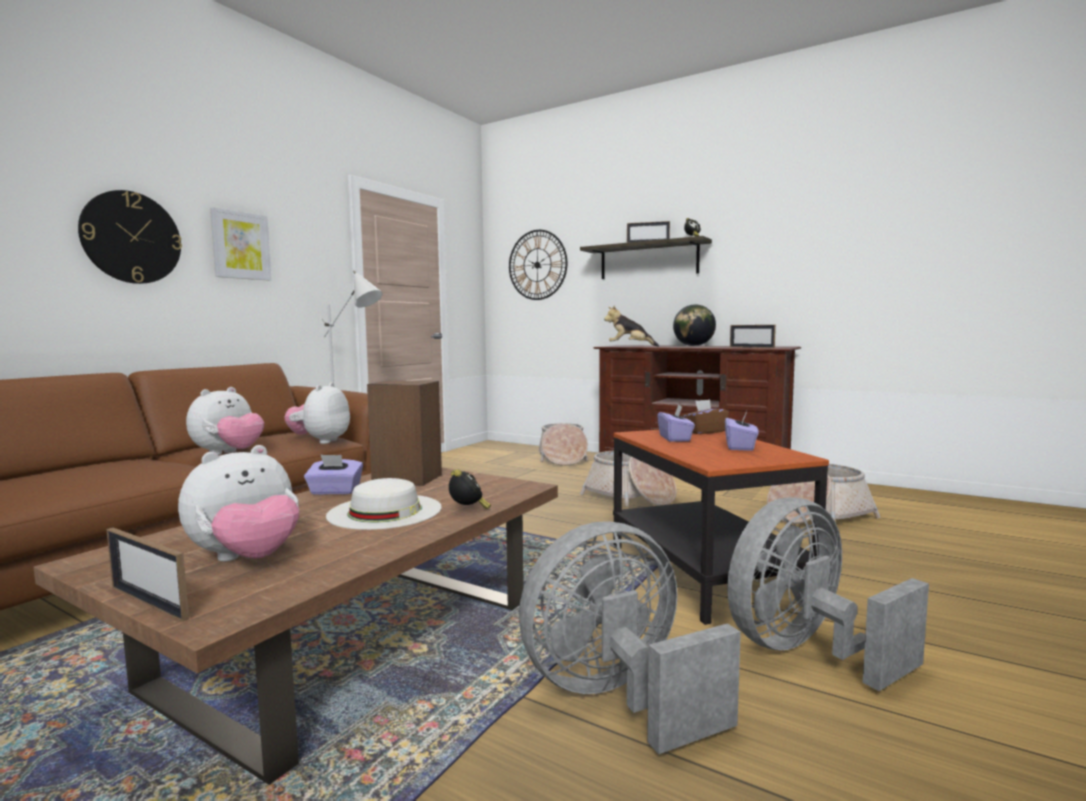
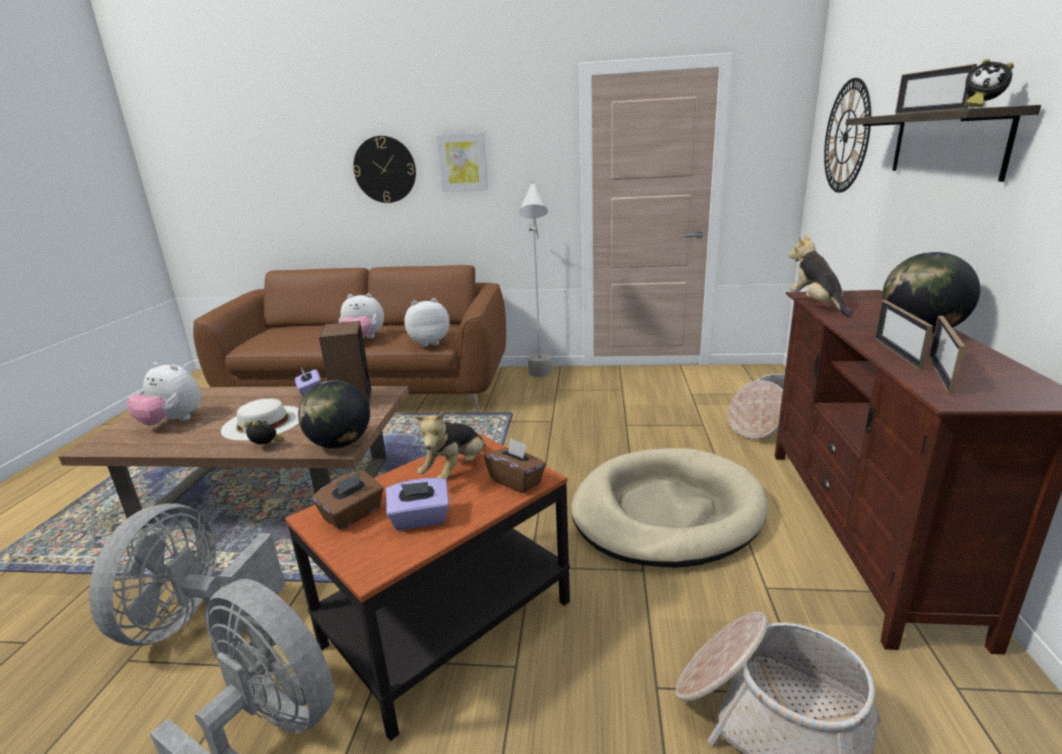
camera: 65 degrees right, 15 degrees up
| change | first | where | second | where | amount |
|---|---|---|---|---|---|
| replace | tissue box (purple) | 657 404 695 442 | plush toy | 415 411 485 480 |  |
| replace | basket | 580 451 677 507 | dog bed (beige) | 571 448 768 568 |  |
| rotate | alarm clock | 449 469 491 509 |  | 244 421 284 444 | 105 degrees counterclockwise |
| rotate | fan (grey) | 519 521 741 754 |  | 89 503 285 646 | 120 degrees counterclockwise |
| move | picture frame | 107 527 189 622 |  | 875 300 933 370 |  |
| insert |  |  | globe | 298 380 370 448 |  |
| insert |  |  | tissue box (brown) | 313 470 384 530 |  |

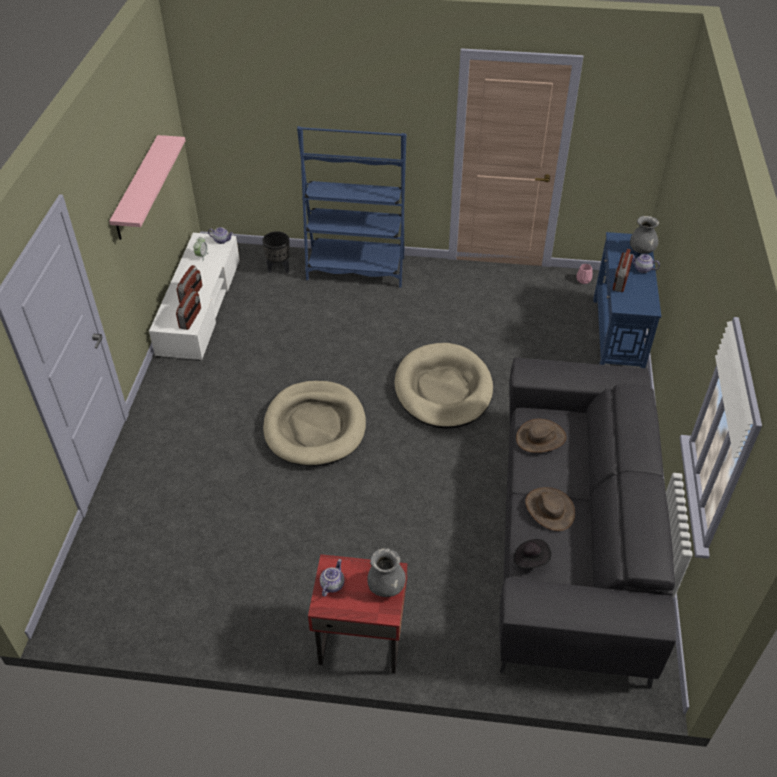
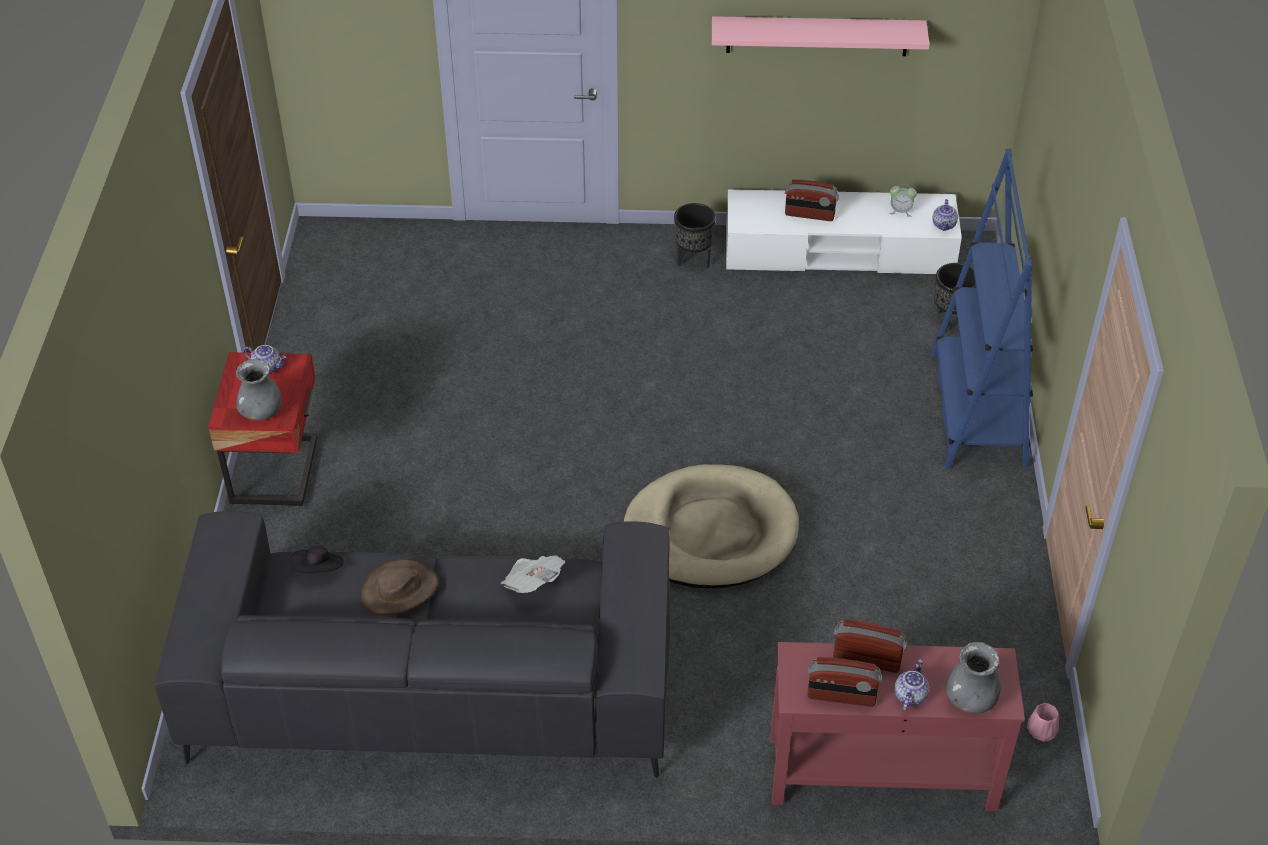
camera: 85 degrees right, 0 degrees up
| change | first | where | second | where | amount |
|---|---|---|---|---|---|
| recolor | console table (blue) | 593 232 661 368 | console table (red) | 770 642 1025 811 |  |
| move | radio | 176 288 201 330 |  | 807 657 882 707 |  |
| delete | dog bed (beige) | 263 381 366 467 |  |  |  |
| replace | hat (brown) | 516 419 567 453 | newspaper | 500 555 565 593 |  |
| insert |  |  | planter (black) | 674 203 716 268 |  |

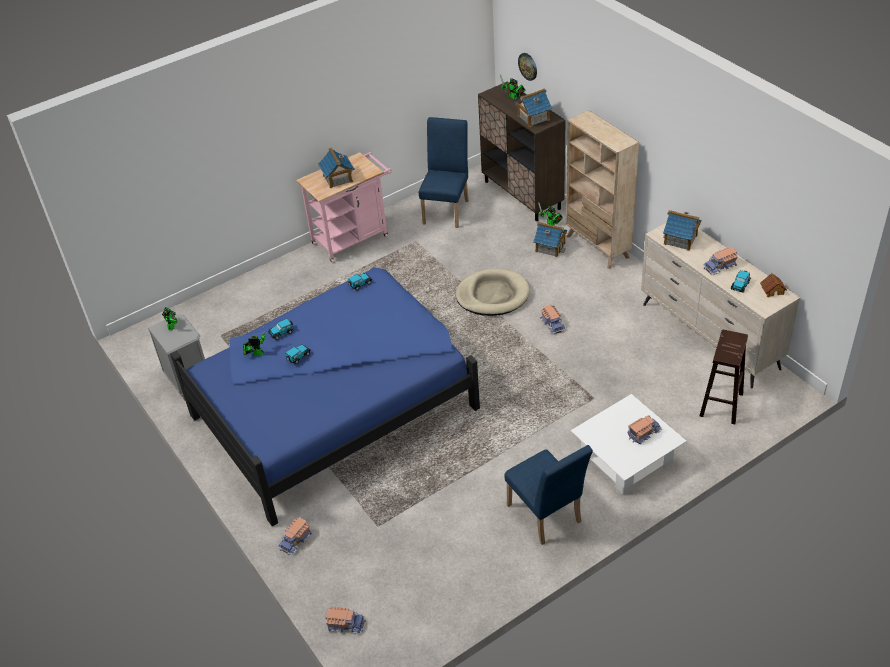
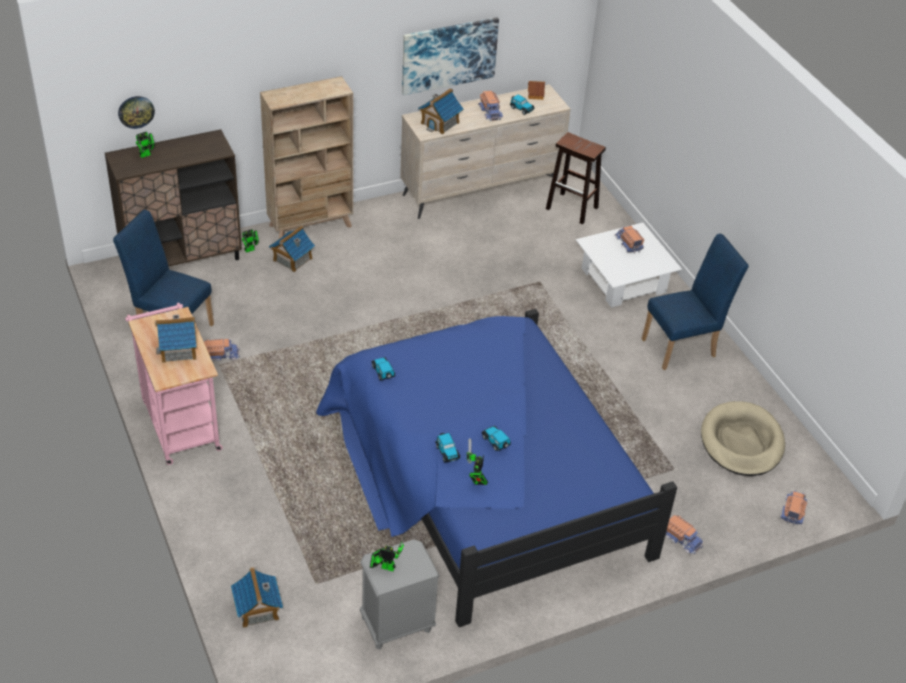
camera: 85 degrees left, 0 degrees up
| change | first | where | second | where | amount |
|---|---|---|---|---|---|
| move | toy house | 515 88 552 127 |  | 231 567 283 628 |  |
| move | dog bed (beige) | 456 269 530 316 |  | 701 401 785 476 |  |
| move | toy truck | 540 304 566 335 |  | 204 339 240 361 |  |
| insert |  |  | picture | 402 17 499 95 |  |

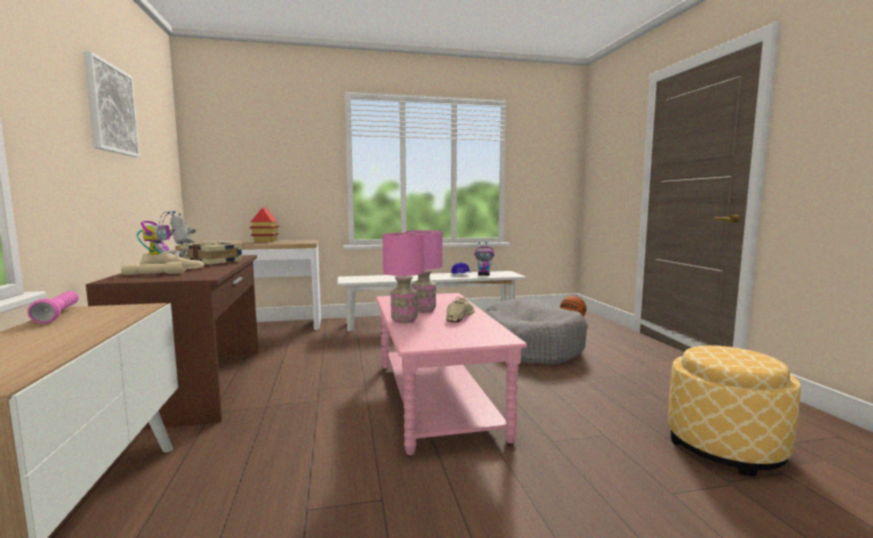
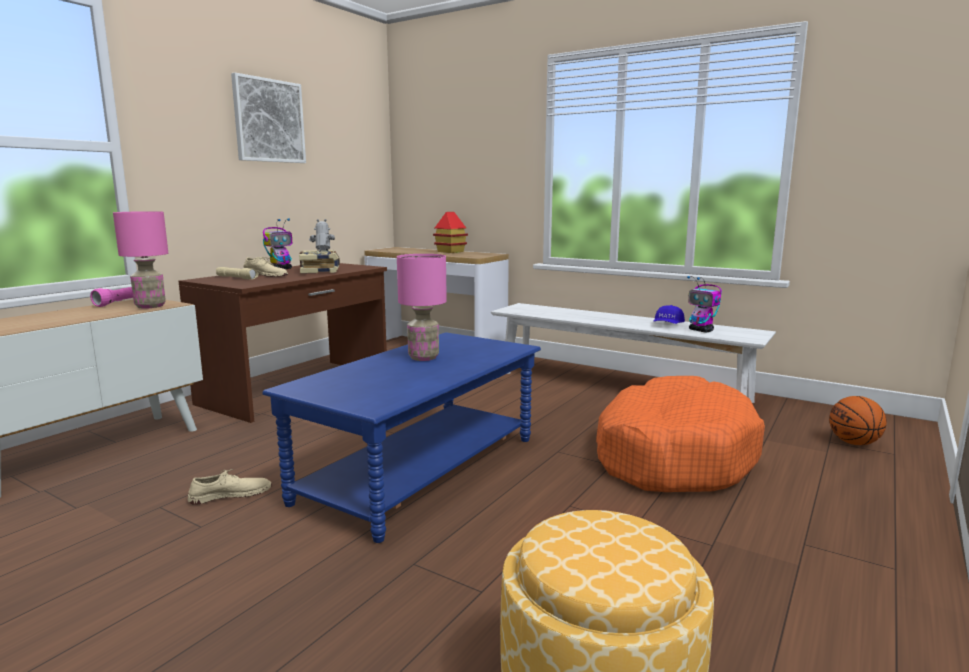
camera: 45 degrees right, 5 degrees up
| change | first | where | second | where | amount |
|---|---|---|---|---|---|
| move | table lamp (pink) | 383 233 424 323 |  | 113 211 168 309 |  |
| recolor | coffee table (pink) | 375 293 527 455 | coffee table (blue) | 262 333 541 543 |  |
| move | shoe (beige) | 446 297 475 322 |  | 188 469 272 505 |  |
| recolor | dog bed (grey) | 485 299 587 365 | dog bed (orange) | 596 376 765 492 |  |

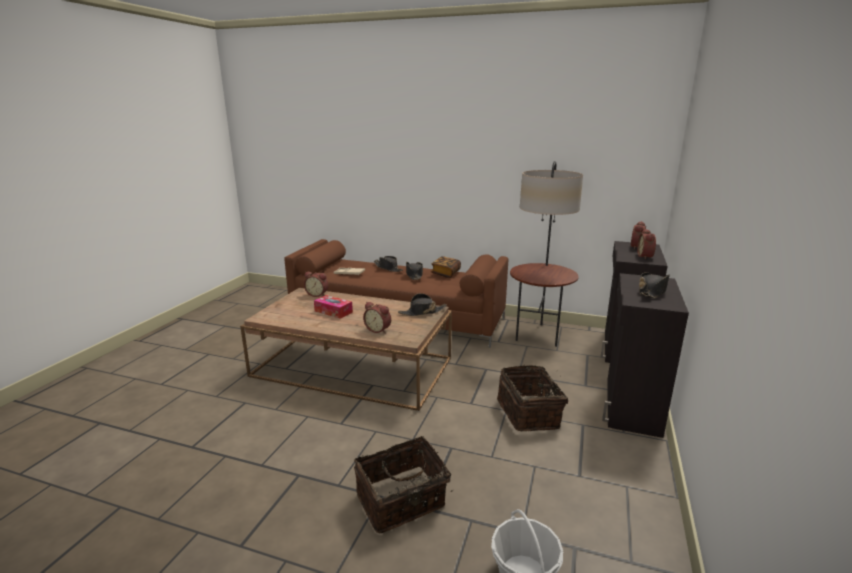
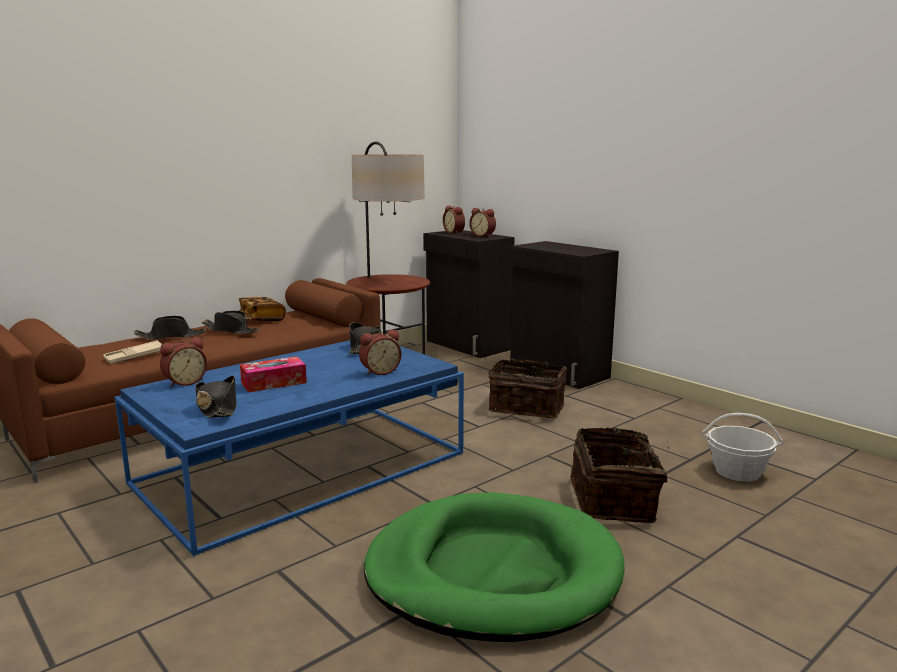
camera: 60 degrees left, 5 degrees down
| change | first | where | second | where | amount |
|---|---|---|---|---|---|
| move | hat (black) | 639 272 670 298 |  | 195 375 237 418 |  |
| recolor | coffee table (brown) | 240 288 452 411 | coffee table (blue) | 115 340 464 557 |  |
| insert |  |  | dog bed (green) | 364 492 624 642 |  |

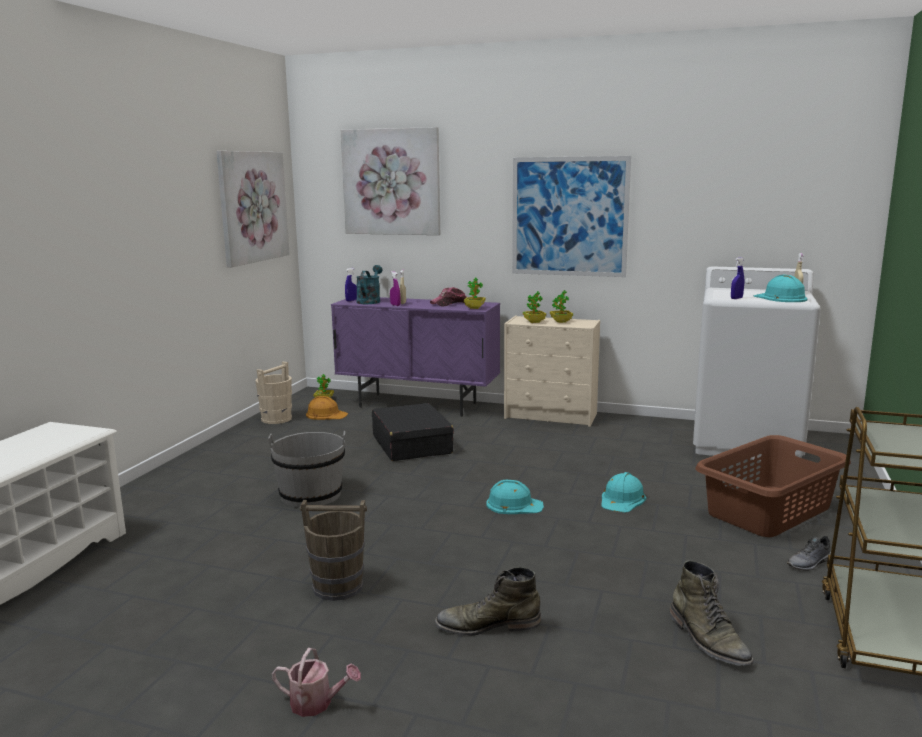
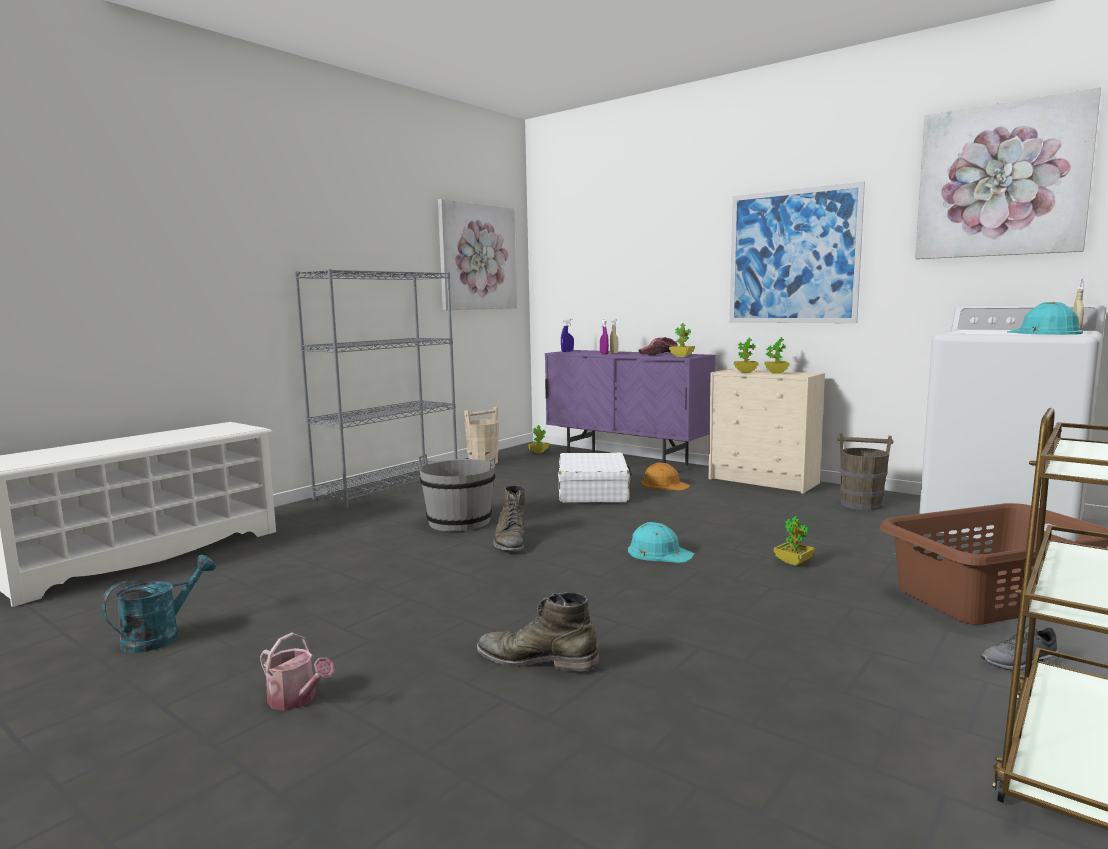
camera: 20 degrees right, 5 degrees down
| change | first | where | second | where | amount |
|---|---|---|---|---|---|
| move | picture | 341 127 440 235 |  | 915 87 1101 259 |  |
| delete | spray bottle (blue) | 731 257 744 299 |  |  |  |
| move | watering can (turquoise) | 356 265 383 304 |  | 101 555 216 653 |  |
| move | hard hat (orange) | 306 396 348 420 |  | 642 463 690 490 |  |
| recolor | suitcase (black) | 372 403 454 461 | suitcase (white) | 558 452 632 503 |  |
| replace | hard hat (turquoise) | 601 472 646 513 | potted plant | 774 516 815 566 |  |
| move | bucket (brown) | 300 500 367 601 |  | 838 433 893 510 |  |
| move | boot (green) | 669 561 753 666 |  | 493 485 525 552 |  |
| insert |  |  | bookcase (grey) | 294 269 457 509 |  |

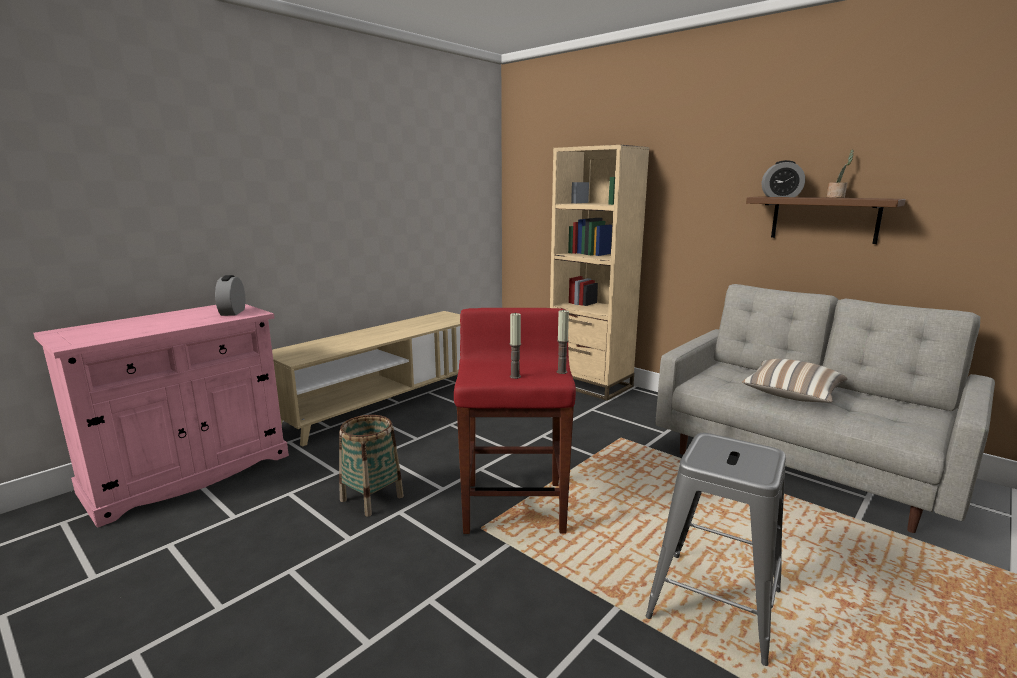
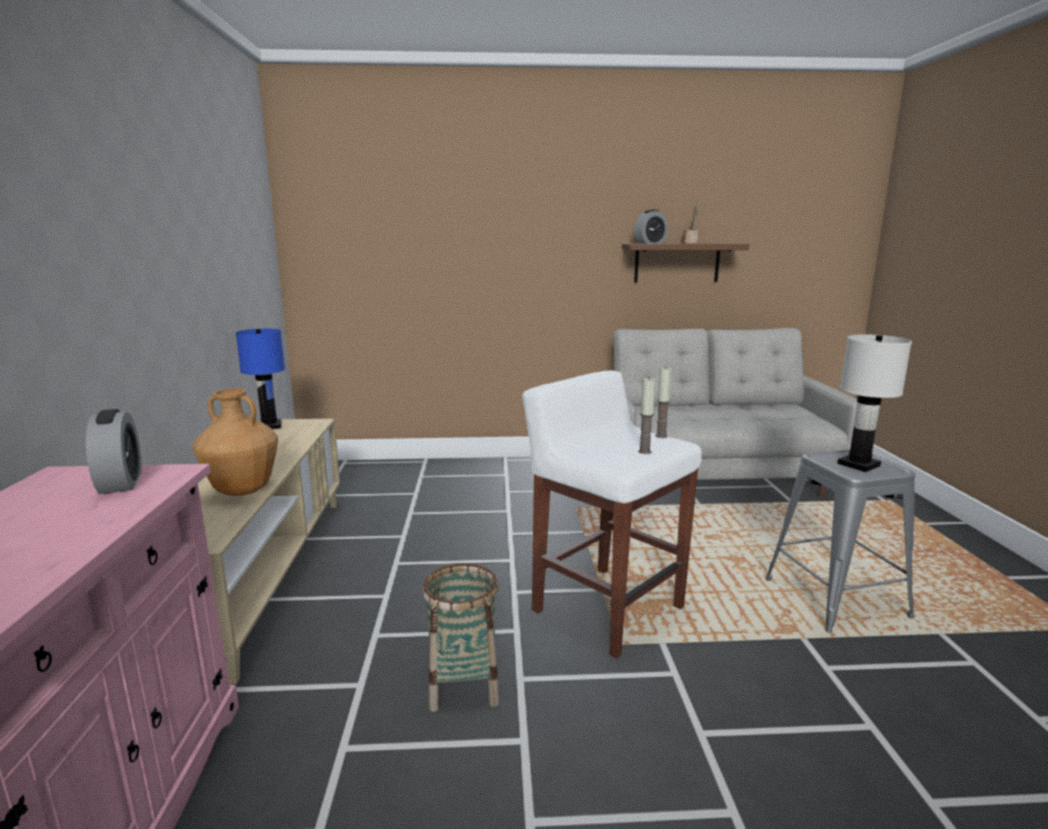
camera: 45 degrees left, 0 degrees up
| change | first | where | second | where | amount |
|---|---|---|---|---|---|
| delete | bookcase (beige) | 550 145 650 401 |  |  |  |
| rotate | alarm clock | 215 275 245 316 |  | 86 409 142 494 | 150 degrees counterclockwise |
| recolor | stool (red) | 454 308 576 534 | stool (white) | 522 371 702 658 |  |
| delete | pillow | 742 359 848 403 |  |  |  |
| insert |  |  | table lamp (blue) | 236 329 285 429 |  |
| insert |  |  | table lamp (white) | 838 334 912 472 |  |
| insert |  |  | vase (brown) | 193 388 278 496 |  |

